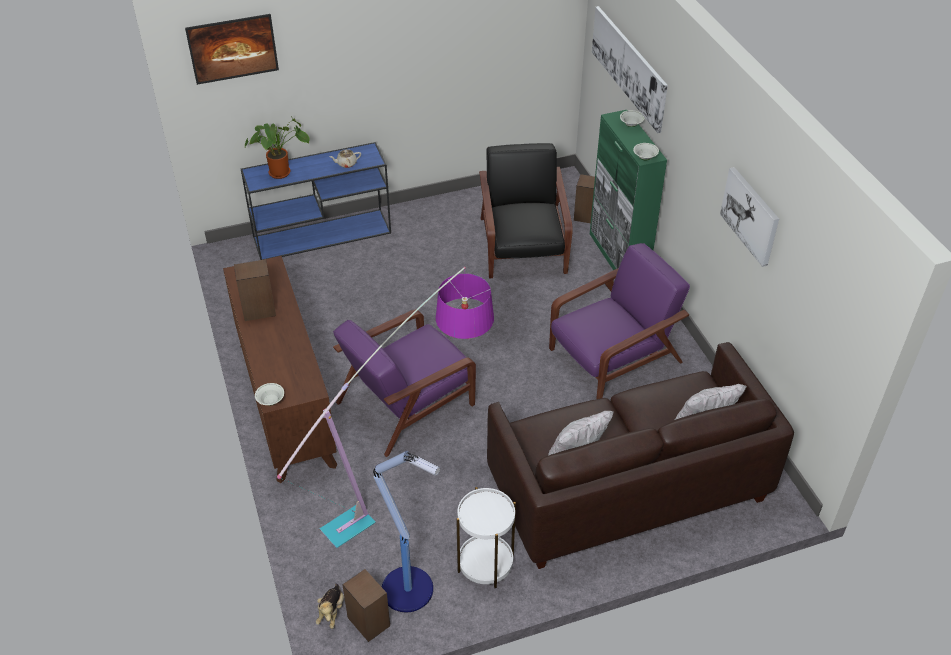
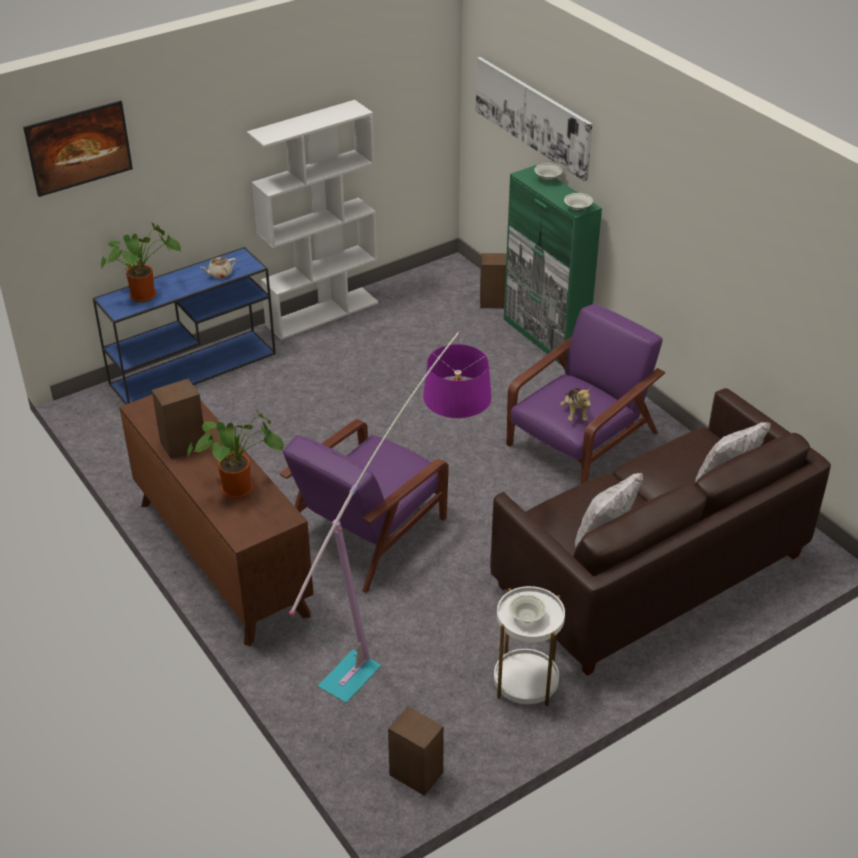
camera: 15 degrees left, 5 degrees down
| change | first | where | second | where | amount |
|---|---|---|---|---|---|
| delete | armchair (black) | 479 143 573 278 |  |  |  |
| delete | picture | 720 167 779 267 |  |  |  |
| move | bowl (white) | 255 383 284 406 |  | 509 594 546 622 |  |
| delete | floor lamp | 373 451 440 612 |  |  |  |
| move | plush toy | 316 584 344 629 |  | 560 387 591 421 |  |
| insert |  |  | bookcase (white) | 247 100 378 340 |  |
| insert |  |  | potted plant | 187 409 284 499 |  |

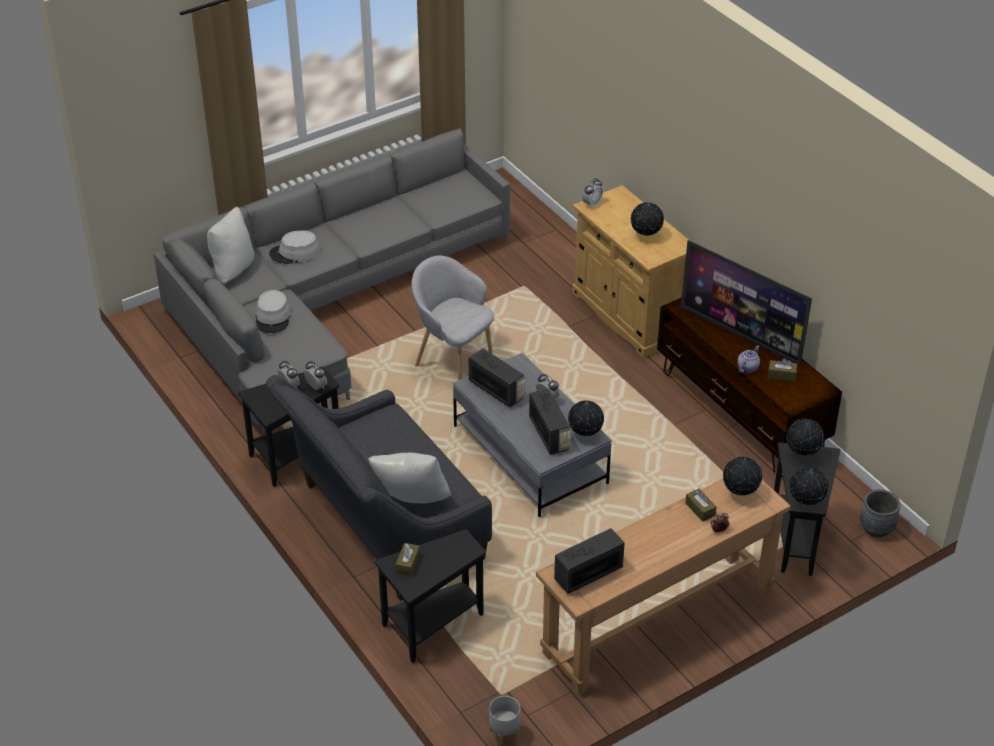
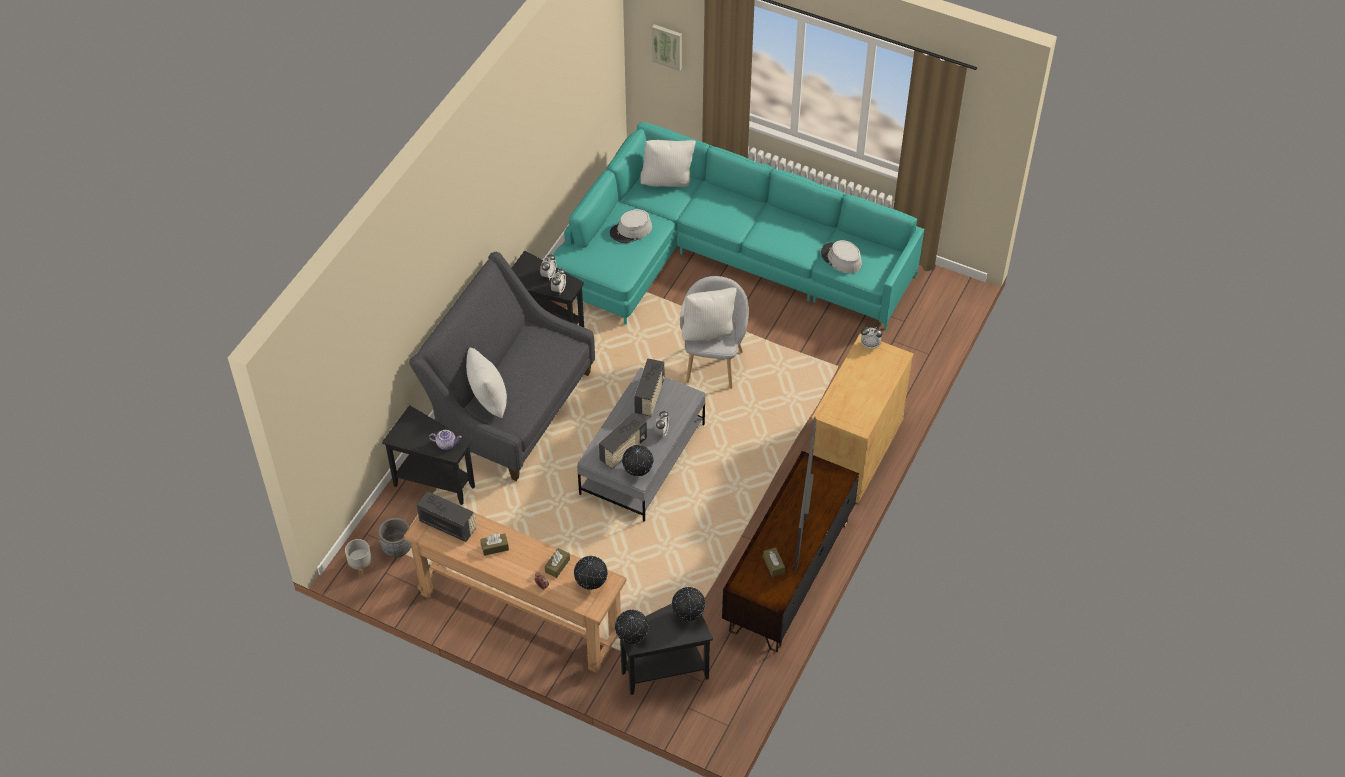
camera: 60 degrees right, 10 degrees up
| change | first | where | second | where | amount |
|---|---|---|---|---|---|
| recolor | sofa (grey) | 154 128 510 436 | sofa (turquoise) | 553 122 924 330 |  |
| delete | globe | 631 202 664 236 |  |  |  |
| move | hat (grey) | 269 230 320 264 |  | 821 240 862 273 |  |
| move | teapot | 737 346 760 373 |  | 429 430 462 450 |  |
| move | planter (grey) | 860 489 901 537 |  | 378 518 411 557 |  |
| move | tissue box (brown) | 395 543 420 576 |  | 480 533 509 556 |  |
| insert |  |  | picture | 652 24 682 71 |  |
| insert |  |  | pillow (white) | 682 287 737 342 |  |

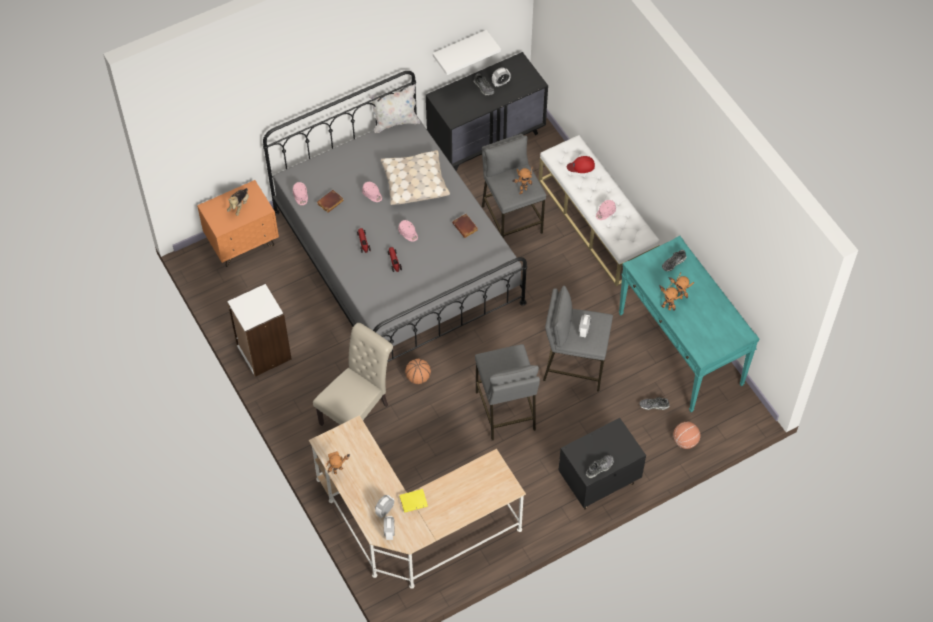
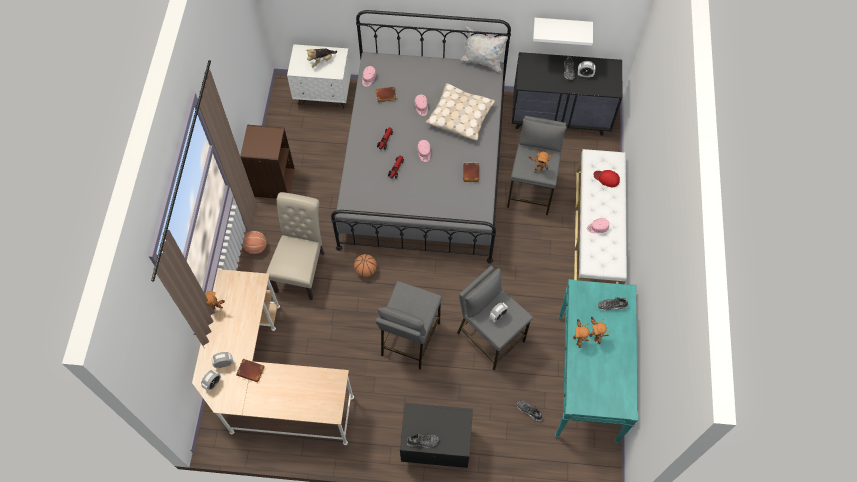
camera: 35 degrees right, 5 degrees up
| change | first | where | second | where | amount |
|---|---|---|---|---|---|
| recolor | nightstand (orange) | 197 180 279 267 | nightstand (white) | 287 44 351 108 |  |
| recolor | bookcase (white) | 227 283 292 377 | bookcase (brown) | 240 125 295 199 |  |
| rotate | chair (beige) | 313 323 393 426 |  | 266 192 325 300 | 60 degrees counterclockwise |
| move | basketball | 673 422 701 449 |  | 243 231 267 254 |  |
| recolor | book (yellow) | 399 489 428 513 | book (brown) | 236 359 265 382 |  |

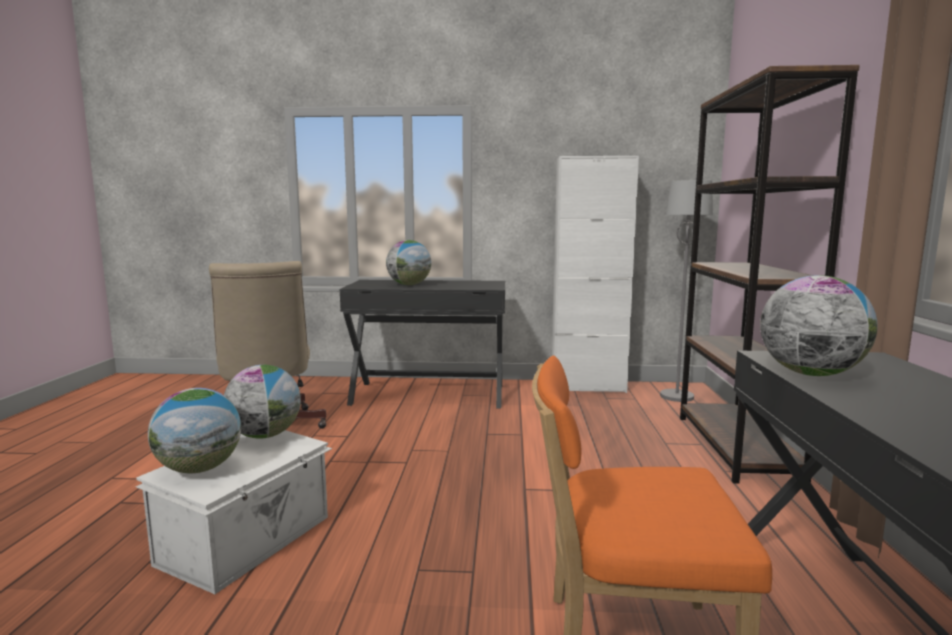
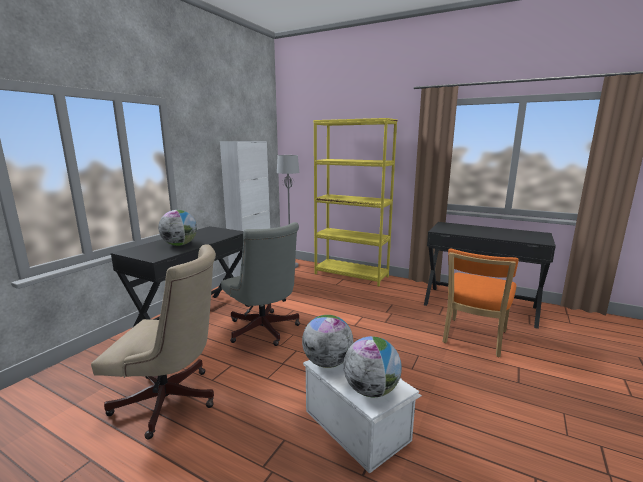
camera: 65 degrees left, 5 degrees up
| change | first | where | second | where | amount |
|---|---|---|---|---|---|
| recolor | bookcase (brown) | 680 65 860 483 | bookcase (yellow) | 313 118 398 286 |  |
| delete | globe | 760 275 877 376 |  |  |  |
| insert |  |  | office chair (grey) | 221 222 300 346 |  |

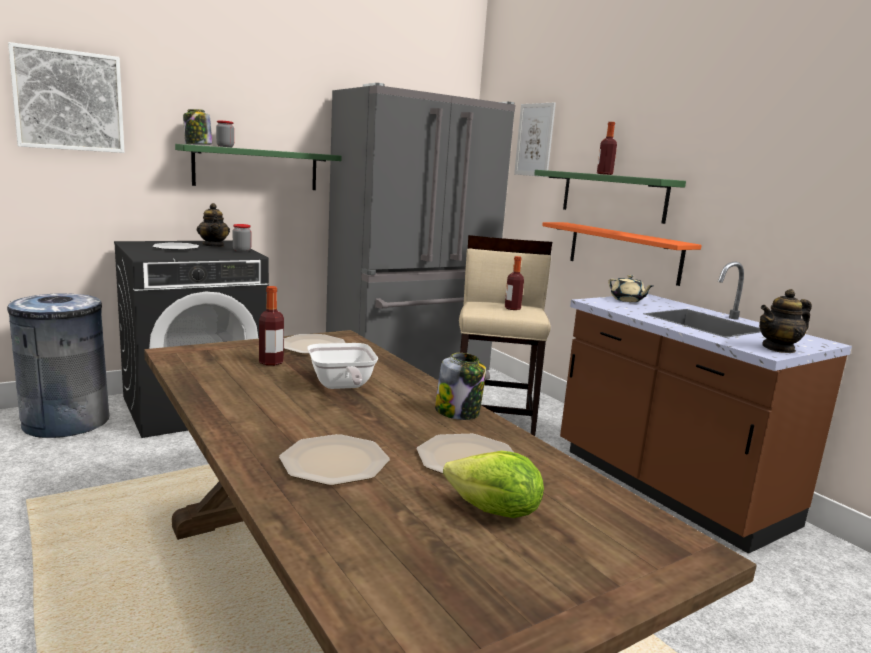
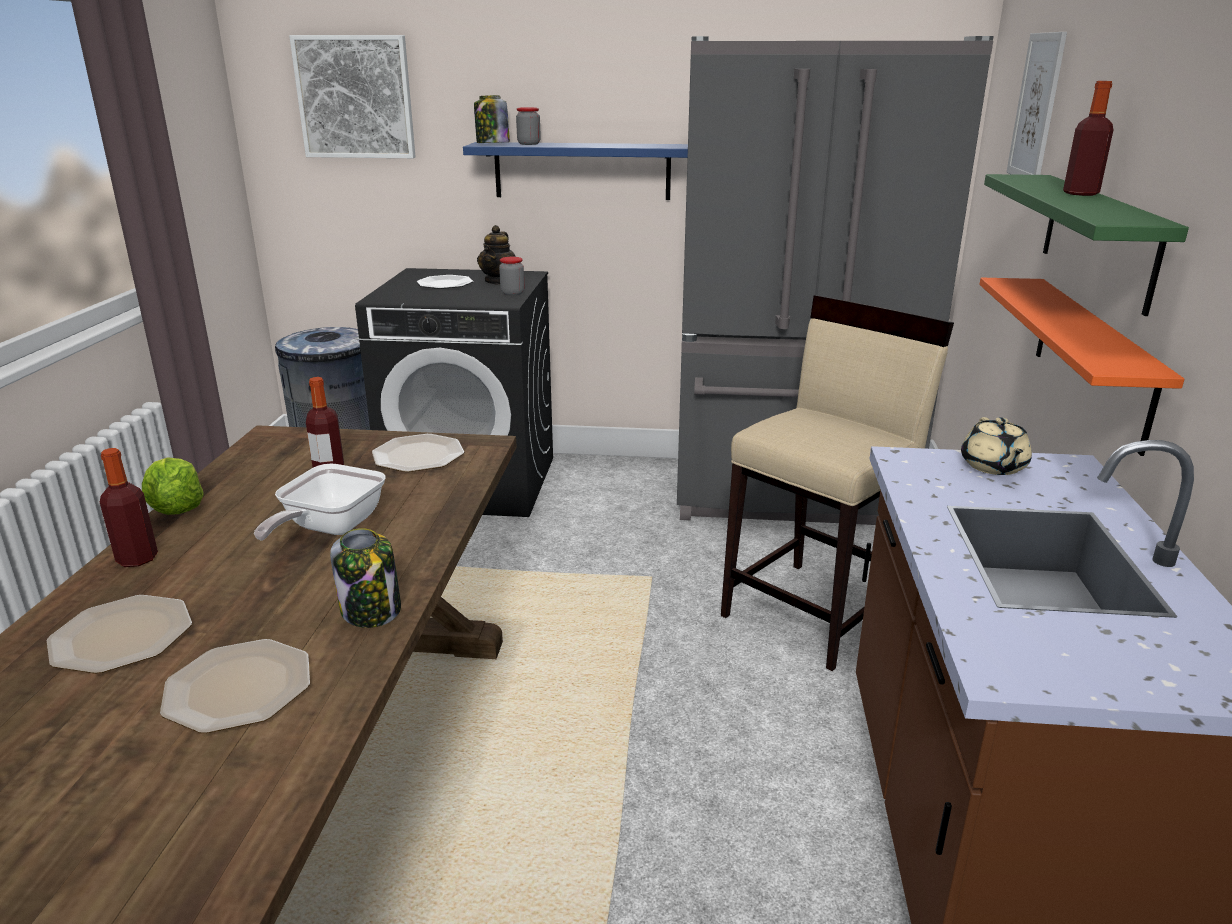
camera: 40 degrees right, 10 degrees up
| change | first | where | second | where | amount |
|---|---|---|---|---|---|
| recolor | shelf (green) | 175 144 342 190 | shelf (blue) | 463 142 688 200 |  |
| move | bottle | 505 256 524 310 |  | 100 448 158 567 |  |
| delete | teapot | 759 289 812 353 |  |  |  |
| move | lettuce | 443 451 544 518 |  | 142 457 204 515 |  |

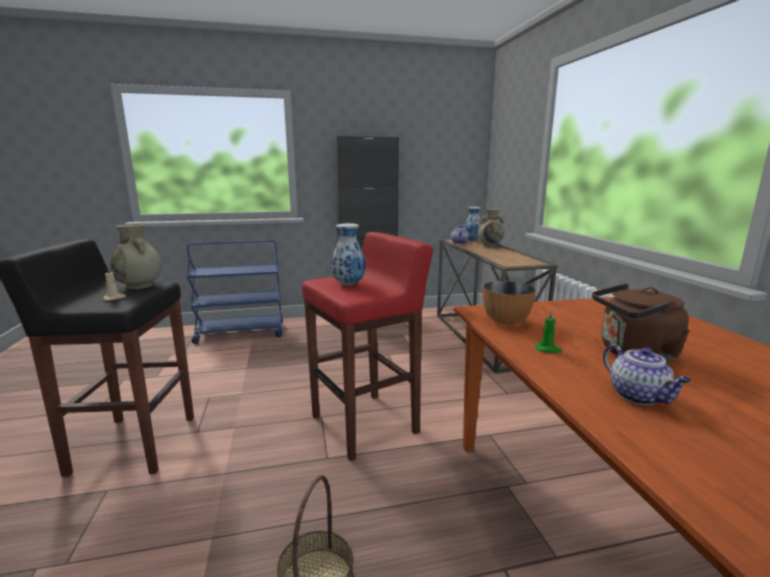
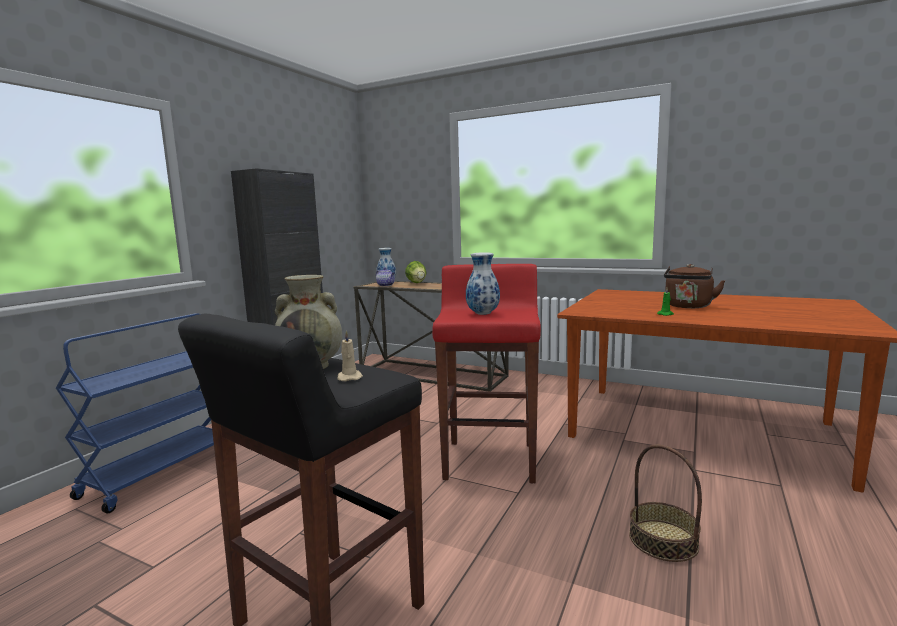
camera: 50 degrees left, 5 degrees down
| change | first | where | second | where | amount |
|---|---|---|---|---|---|
| replace | vase (beige) | 478 209 505 247 | lettuce | 405 261 426 283 |  |
| delete | bowl | 482 281 536 325 |  |  |  |
| delete | teapot | 603 344 692 405 |  |  |  |

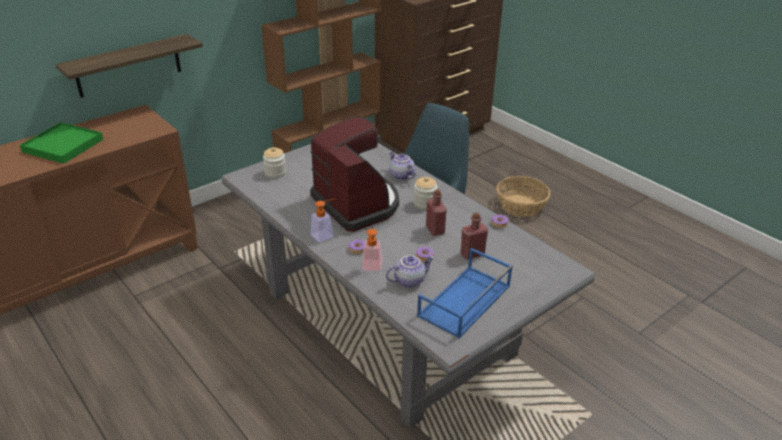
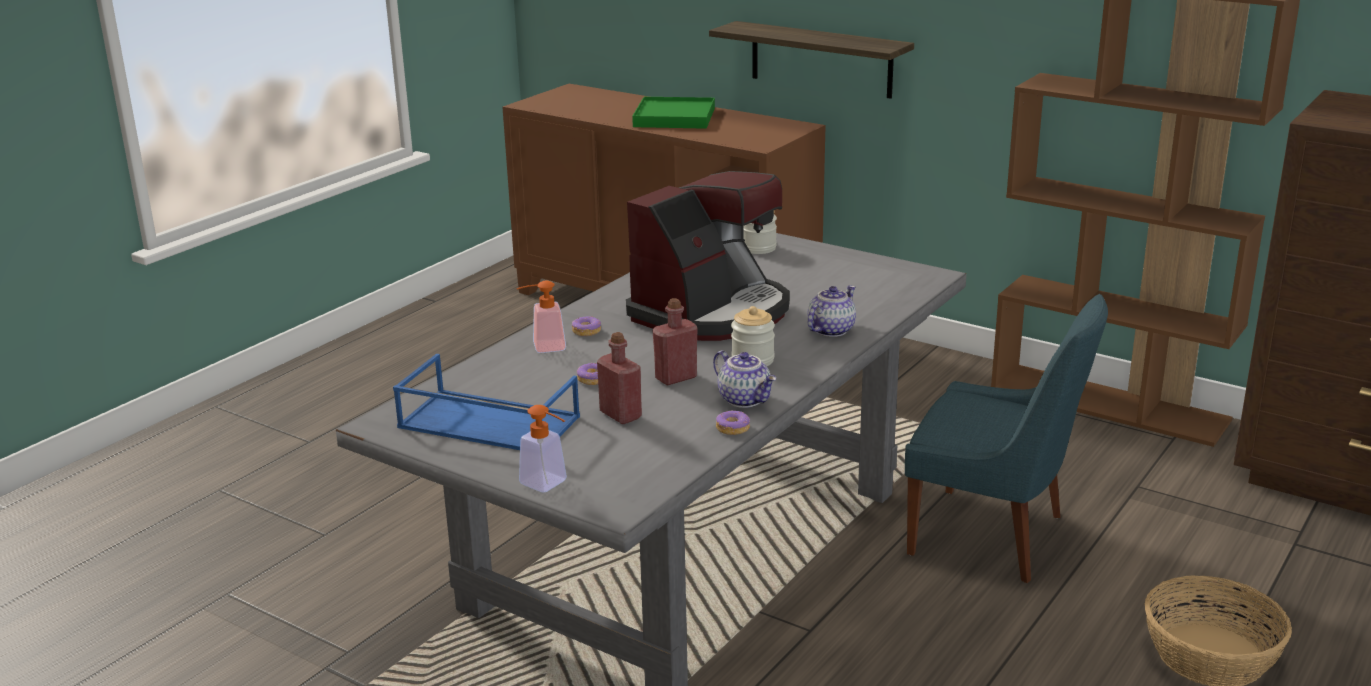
camera: 75 degrees right, 10 degrees down
| change | first | where | second | where | amount |
|---|---|---|---|---|---|
| move | soap dispenser | 311 199 334 243 |  | 519 405 567 492 |  |
| move | teapot | 386 255 434 288 |  | 713 351 776 408 |  |

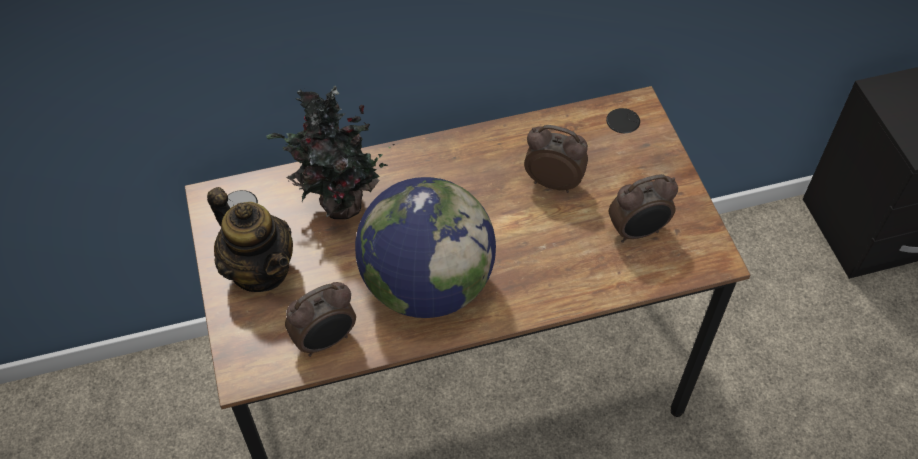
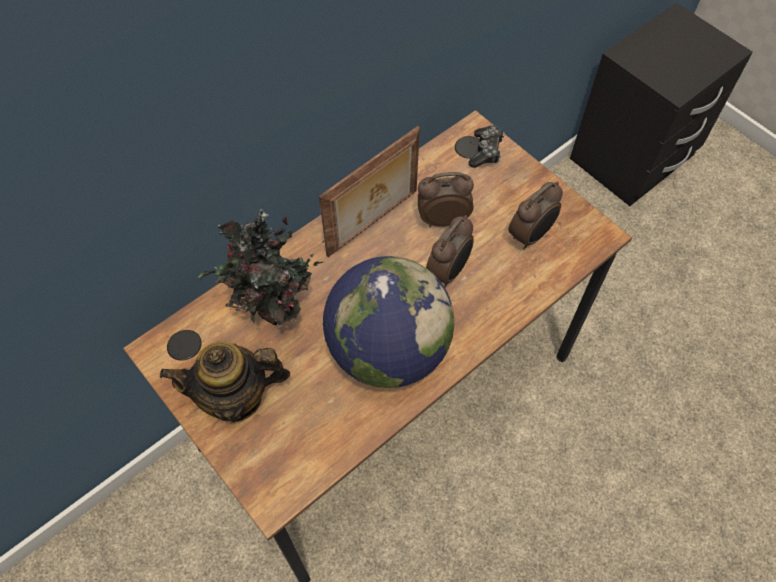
camera: 25 degrees left, 5 degrees up
| change | first | where | second | where | amount |
|---|---|---|---|---|---|
| rotate | teapot | 207 187 293 292 |  | 160 341 290 422 | 150 degrees clockwise |
| move | alarm clock | 285 282 356 357 |  | 426 215 474 288 |  |
| insert |  |  | game controller | 469 125 505 168 |  |
| insert |  |  | picture frame | 319 126 420 257 |  |

